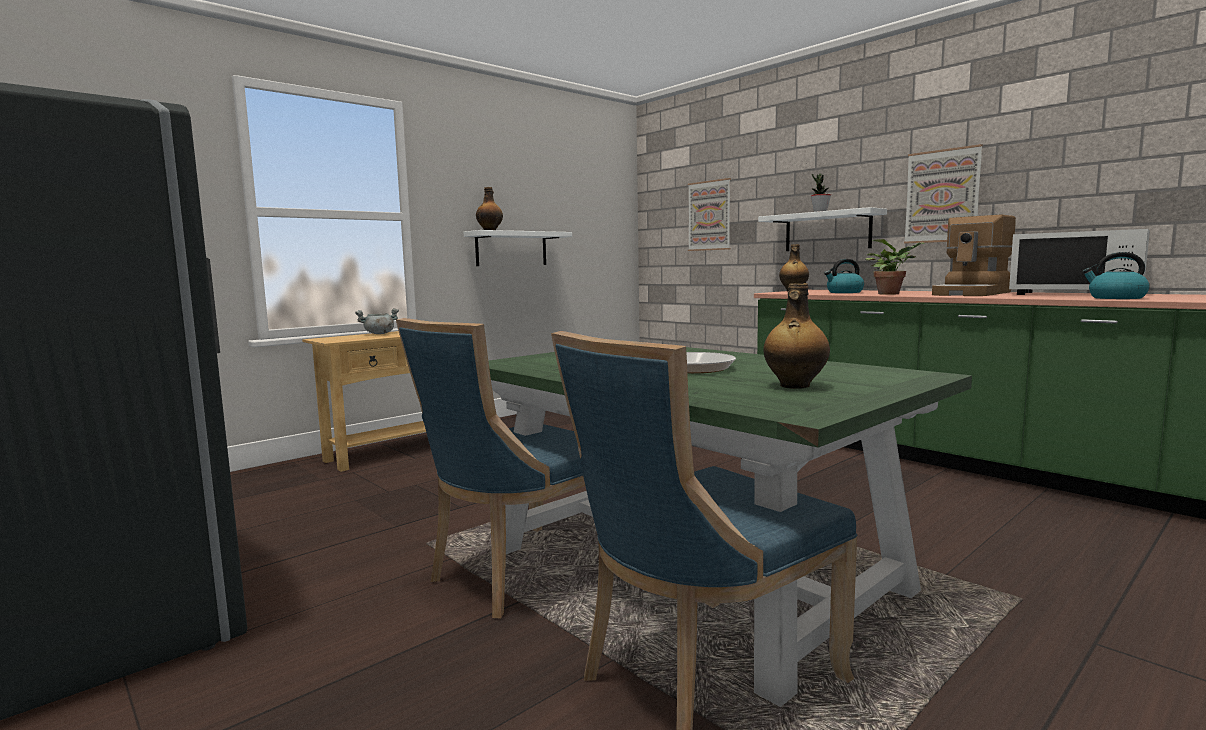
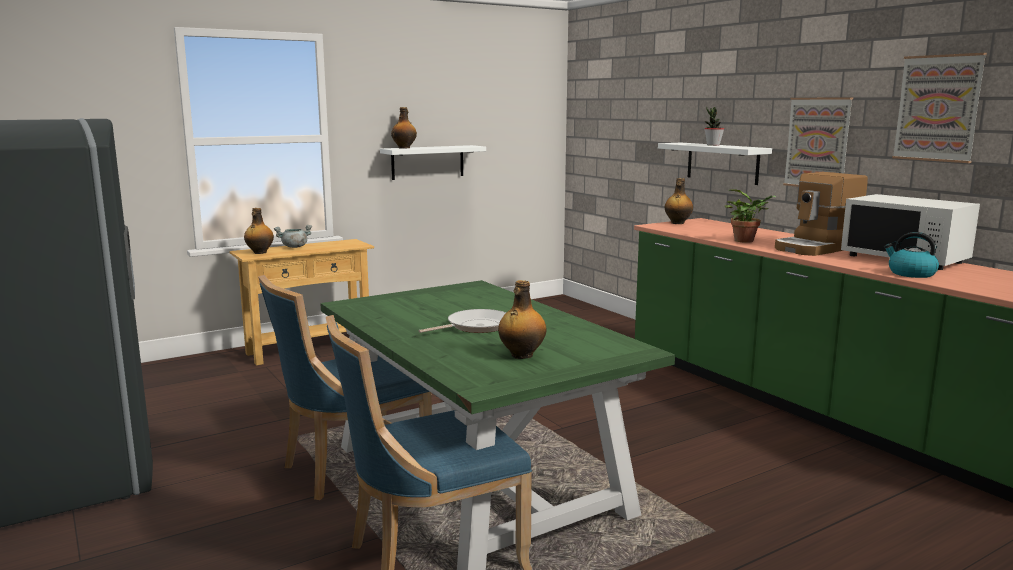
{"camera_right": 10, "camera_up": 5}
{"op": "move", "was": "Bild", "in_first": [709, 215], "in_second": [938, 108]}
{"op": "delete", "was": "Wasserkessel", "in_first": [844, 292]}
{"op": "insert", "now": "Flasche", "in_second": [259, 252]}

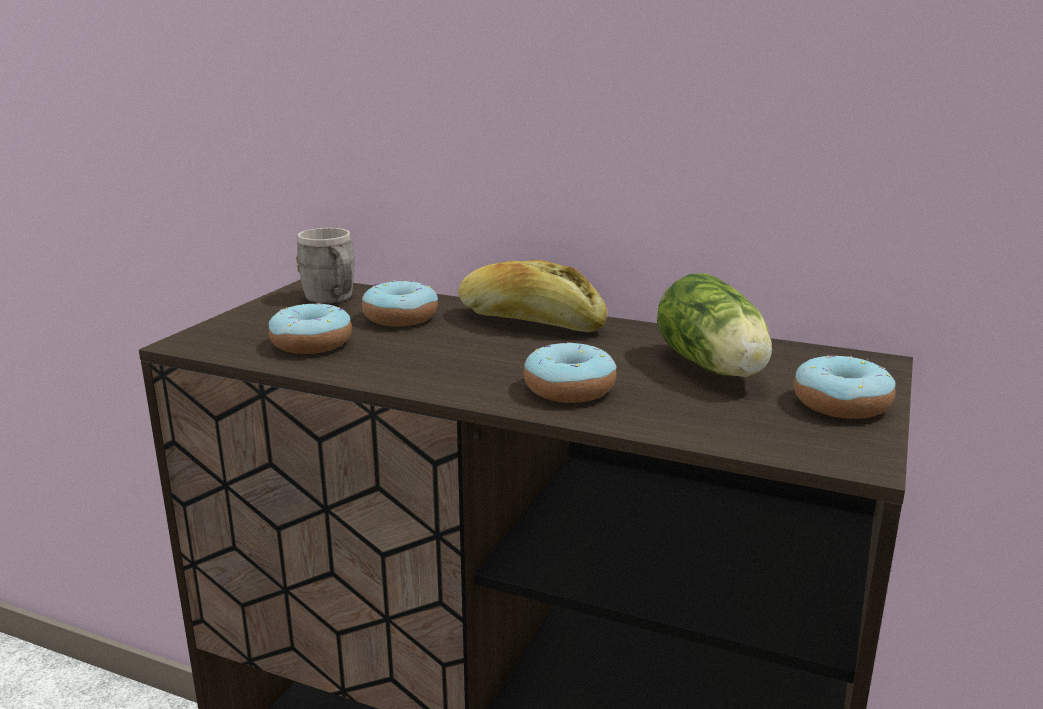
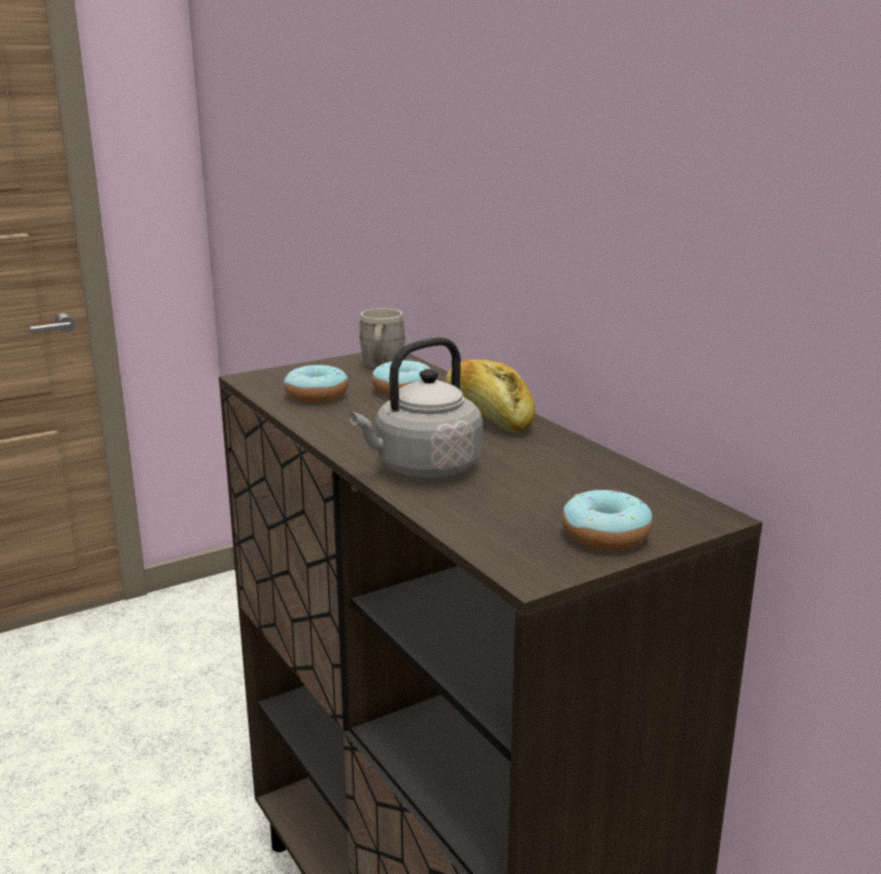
{"camera_right": 35, "camera_up": 0}
{"op": "replace", "was": "Donut", "now": "Wasserkessel (grau)", "in_first": [569, 389], "in_second": [423, 468]}
{"op": "delete", "was": "Salatkopf", "in_first": [714, 368]}

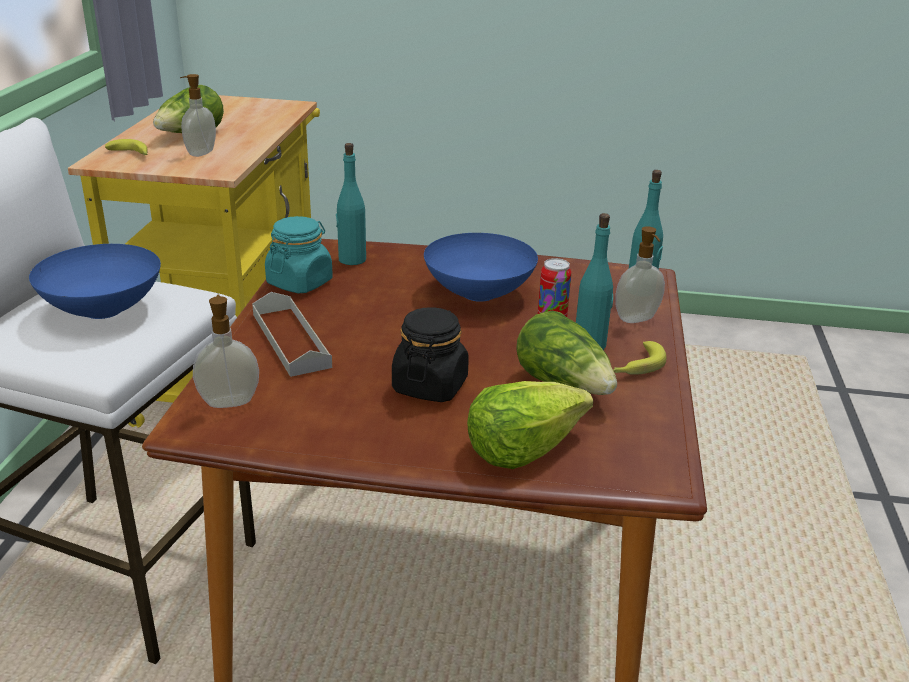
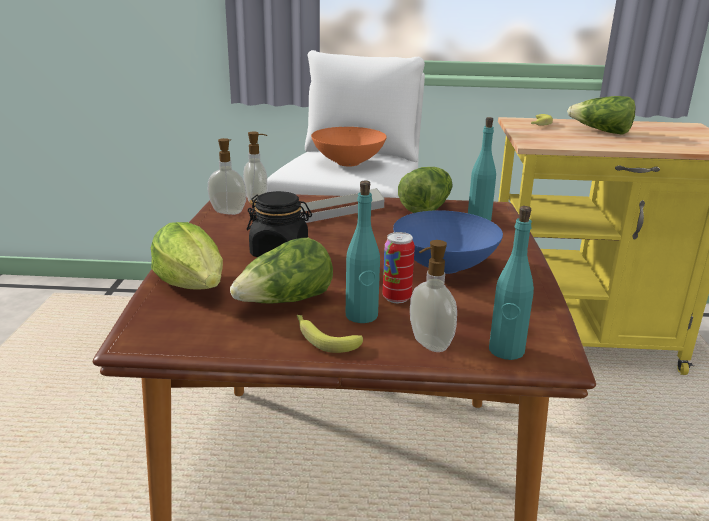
{"camera_right": 85, "camera_up": -5}
{"op": "recolor", "was": "Schüssel (blau)", "now": "Schüssel (orange)", "in_first": [102, 309], "in_second": [349, 163]}
{"op": "move", "was": "Seifenspender", "in_first": [200, 153], "in_second": [228, 211]}
{"op": "replace", "was": "Vorratsglas (türkis)", "now": "Salatkopf", "in_first": [300, 282], "in_second": [426, 207]}

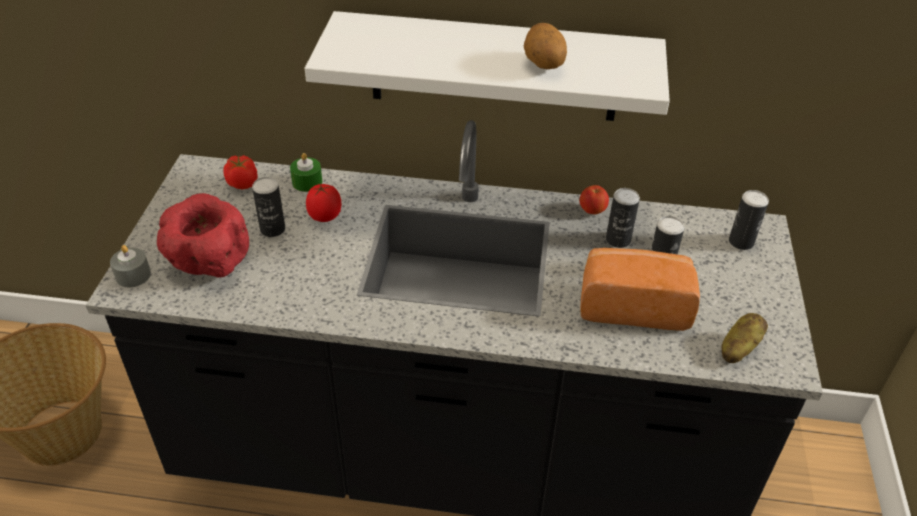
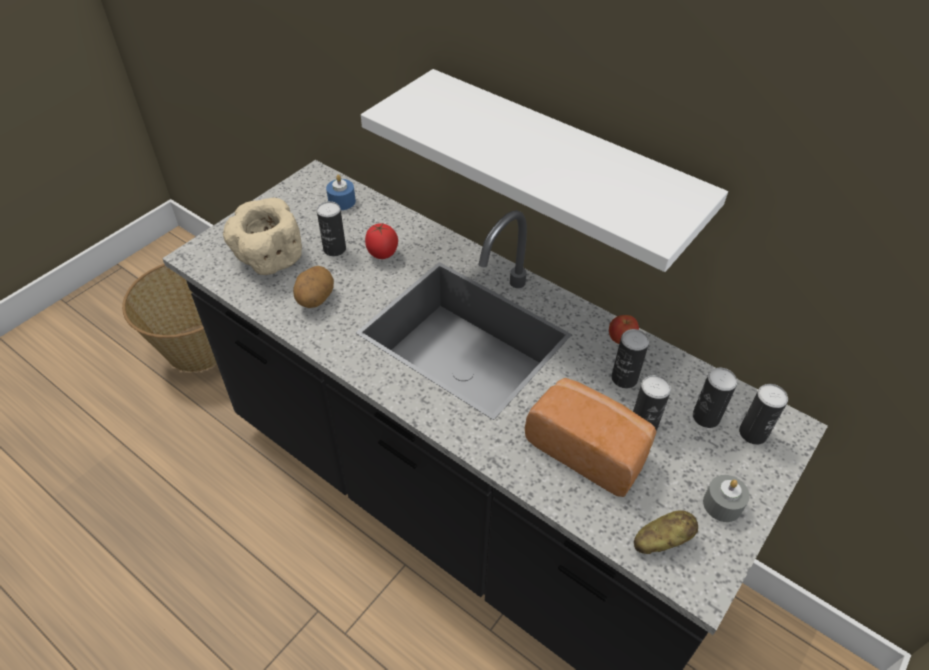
{"camera_right": 30, "camera_up": 5}
{"op": "move", "was": "Kerze (grau)", "in_first": [133, 275], "in_second": [722, 504]}
{"op": "recolor", "was": "Schüssel (rot)", "now": "Schüssel (beige)", "in_first": [208, 262], "in_second": [267, 258]}
{"op": "replace", "was": "Tomate", "now": "Kerze (blau)", "in_first": [243, 183], "in_second": [342, 201]}
{"op": "delete", "was": "Kerze (grün)", "in_first": [307, 182]}
{"op": "move", "was": "Kartoffel", "in_first": [543, 65], "in_second": [315, 299]}
{"op": "insert", "now": "Dose", "in_second": [706, 417]}

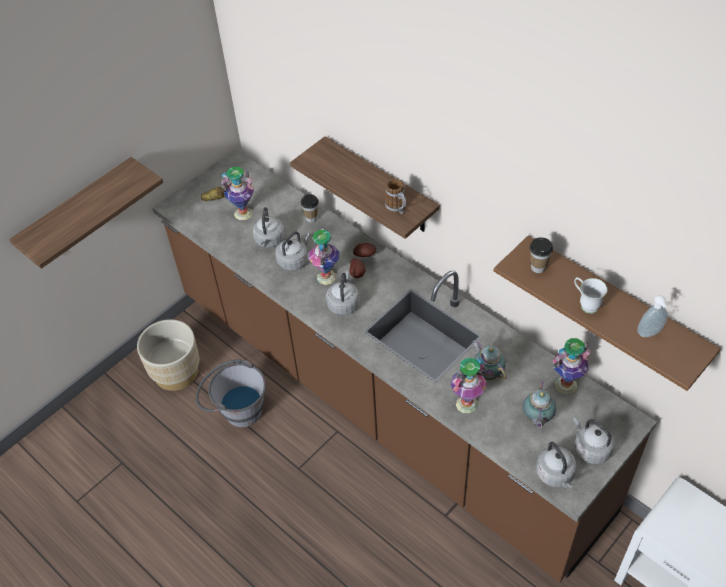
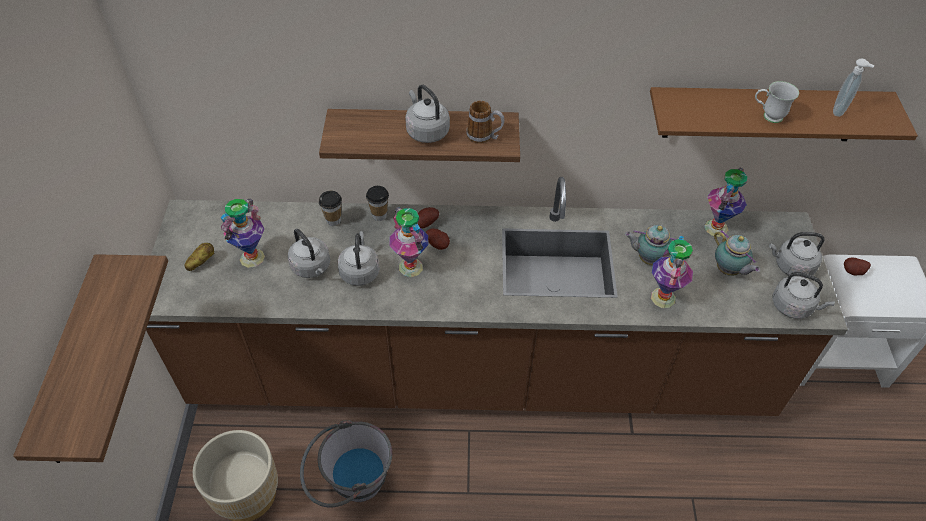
{"camera_right": -45, "camera_up": 0}
{"op": "move", "was": "Wasserkessel (grau)", "in_first": [343, 303], "in_second": [426, 131]}
{"op": "move", "was": "Tasse", "in_first": [538, 267], "in_second": [379, 215]}
{"op": "insert", "now": "Kartoffel", "in_second": [853, 272]}

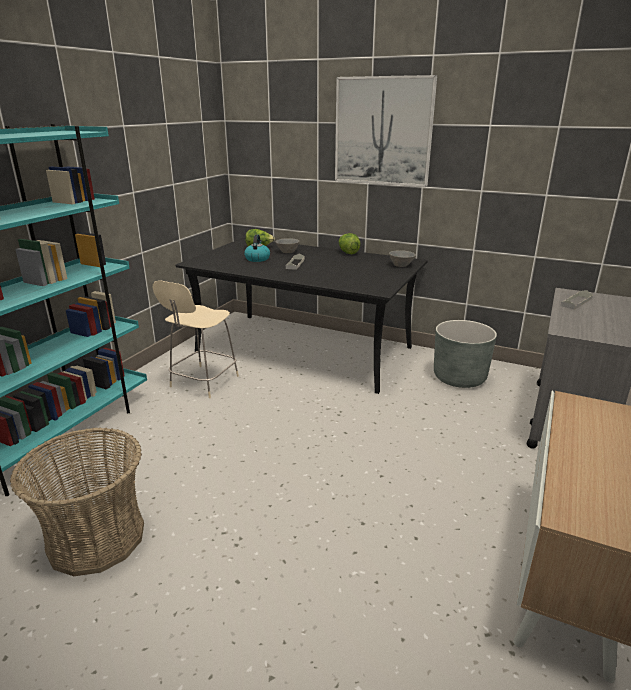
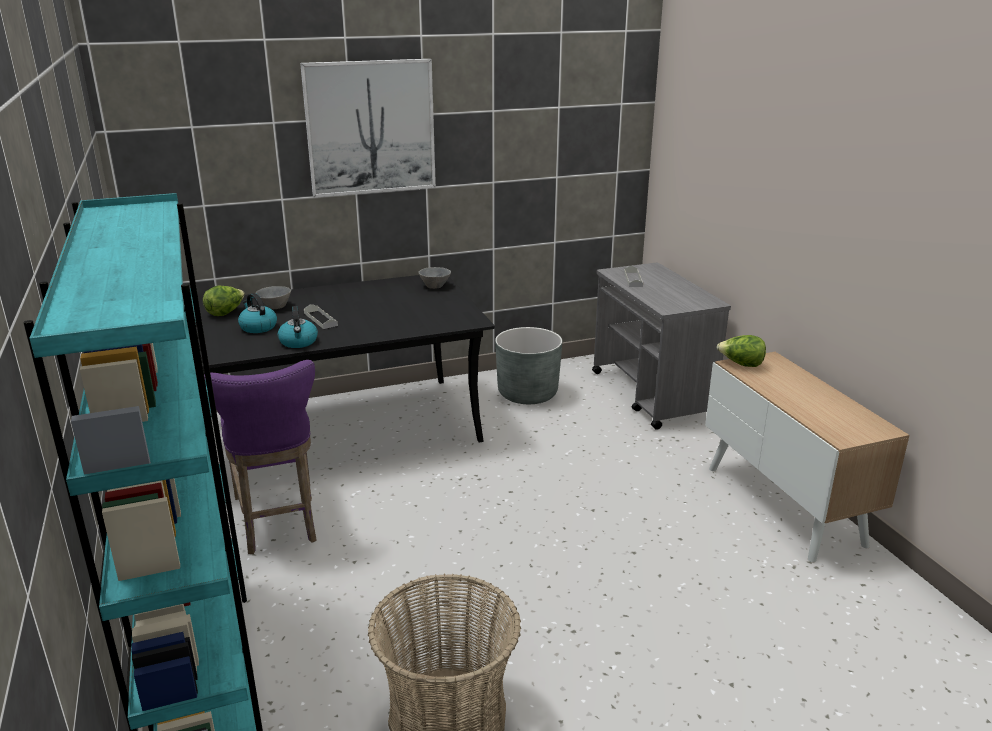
{"camera_right": -45, "camera_up": 0}
{"op": "replace", "was": "Stuhl (beige)", "now": "Hocker (lila)", "in_first": [203, 382], "in_second": [277, 521]}
{"op": "move", "was": "Salatkopf", "in_first": [348, 253], "in_second": [741, 364]}
{"op": "insert", "now": "Wasserkessel", "in_second": [299, 342]}

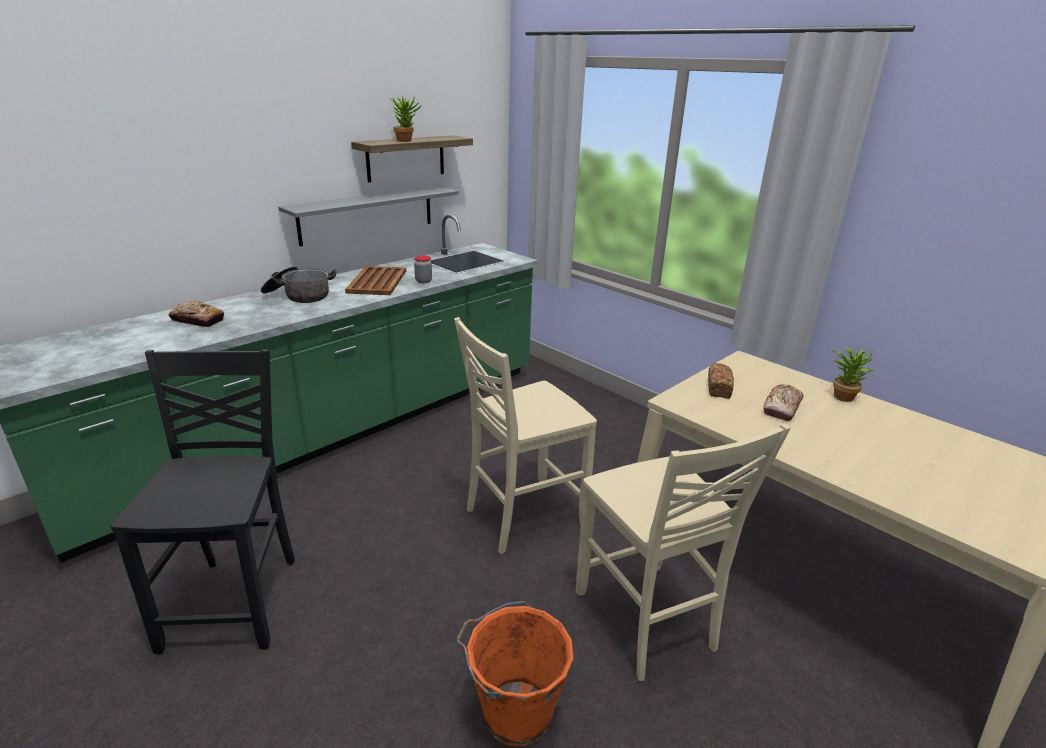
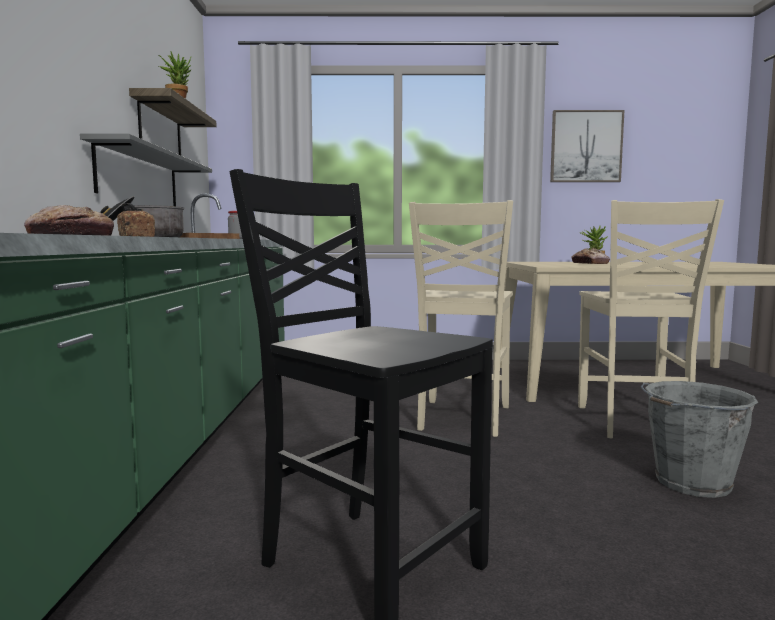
{"camera_right": -45, "camera_up": -20}
{"op": "recolor", "was": "Eimer (orange)", "now": "Eimer (grau)", "in_first": [514, 711], "in_second": [690, 483]}
{"op": "rotate", "was": "Stuhl (beige)", "in_first": [646, 621], "in_second": [633, 423], "clockwise": 75}
{"op": "move", "was": "Brot", "in_first": [718, 389], "in_second": [136, 237]}
{"op": "insert", "now": "Bild", "in_second": [586, 147]}

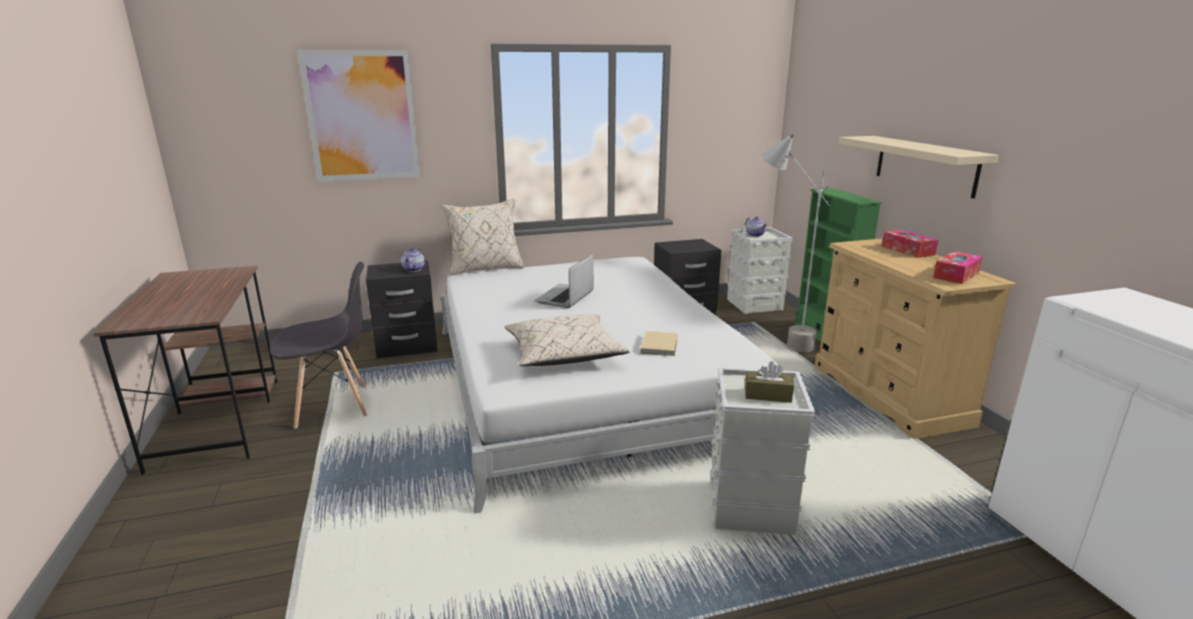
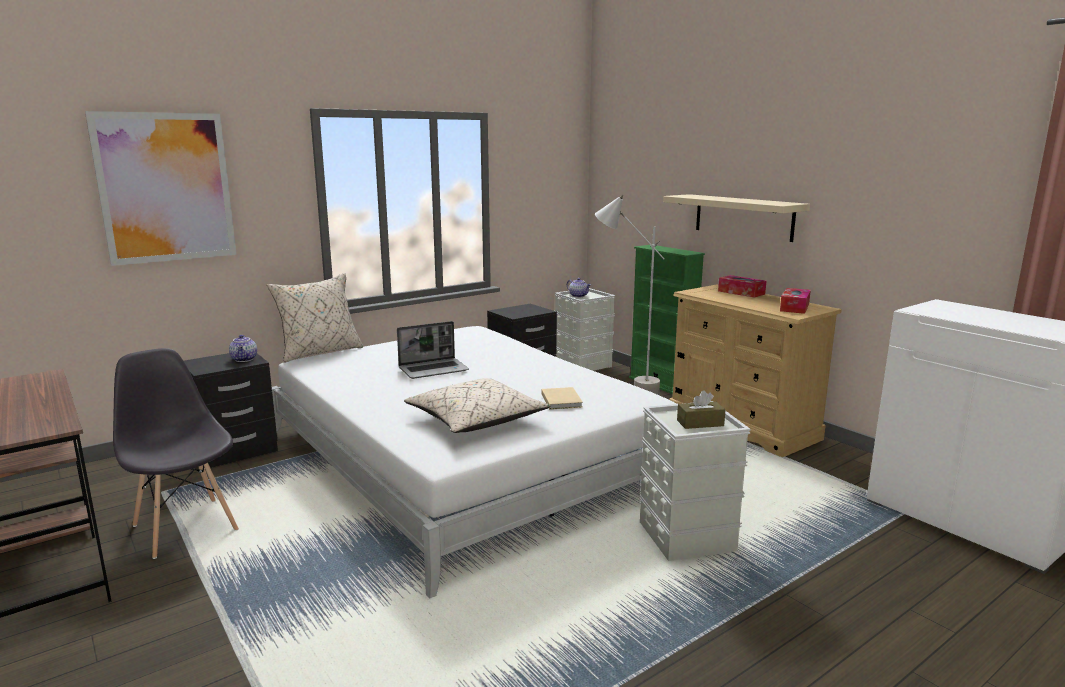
{"camera_right": -20, "camera_up": -5}
{"op": "rotate", "was": "Stuhl (grau)", "in_first": [333, 406], "in_second": [185, 527], "clockwise": -90}
{"op": "rotate", "was": "Laptop", "in_first": [565, 297], "in_second": [434, 369], "clockwise": -120}

